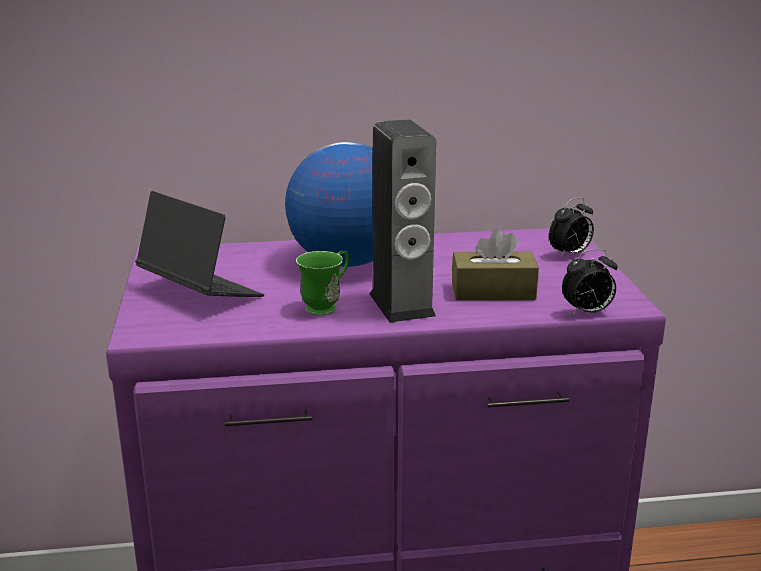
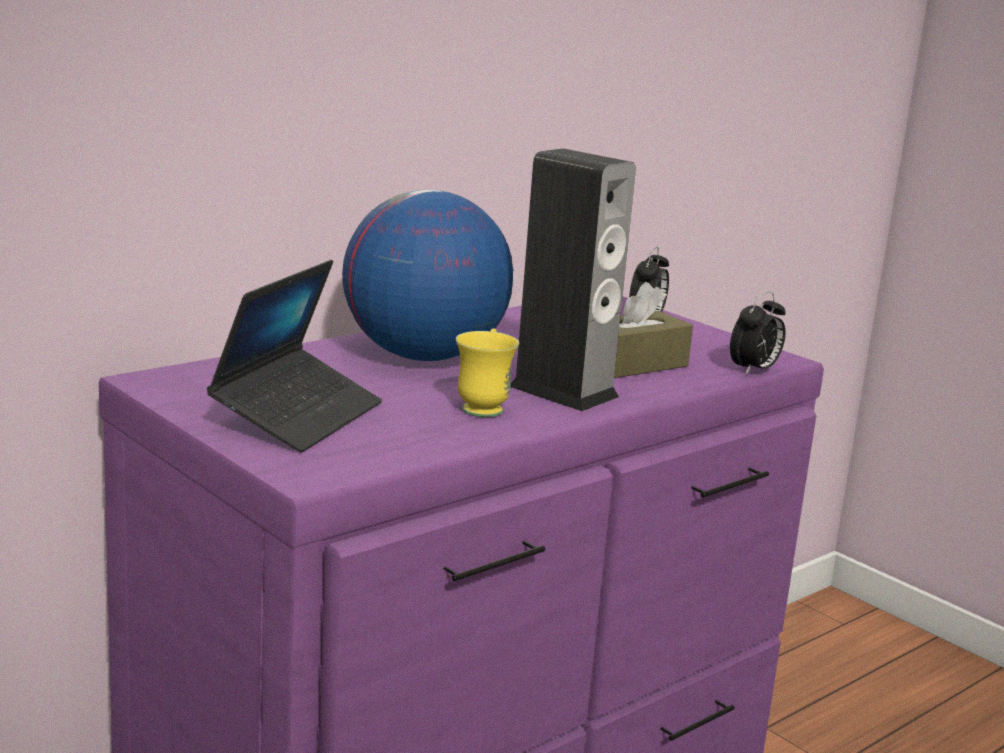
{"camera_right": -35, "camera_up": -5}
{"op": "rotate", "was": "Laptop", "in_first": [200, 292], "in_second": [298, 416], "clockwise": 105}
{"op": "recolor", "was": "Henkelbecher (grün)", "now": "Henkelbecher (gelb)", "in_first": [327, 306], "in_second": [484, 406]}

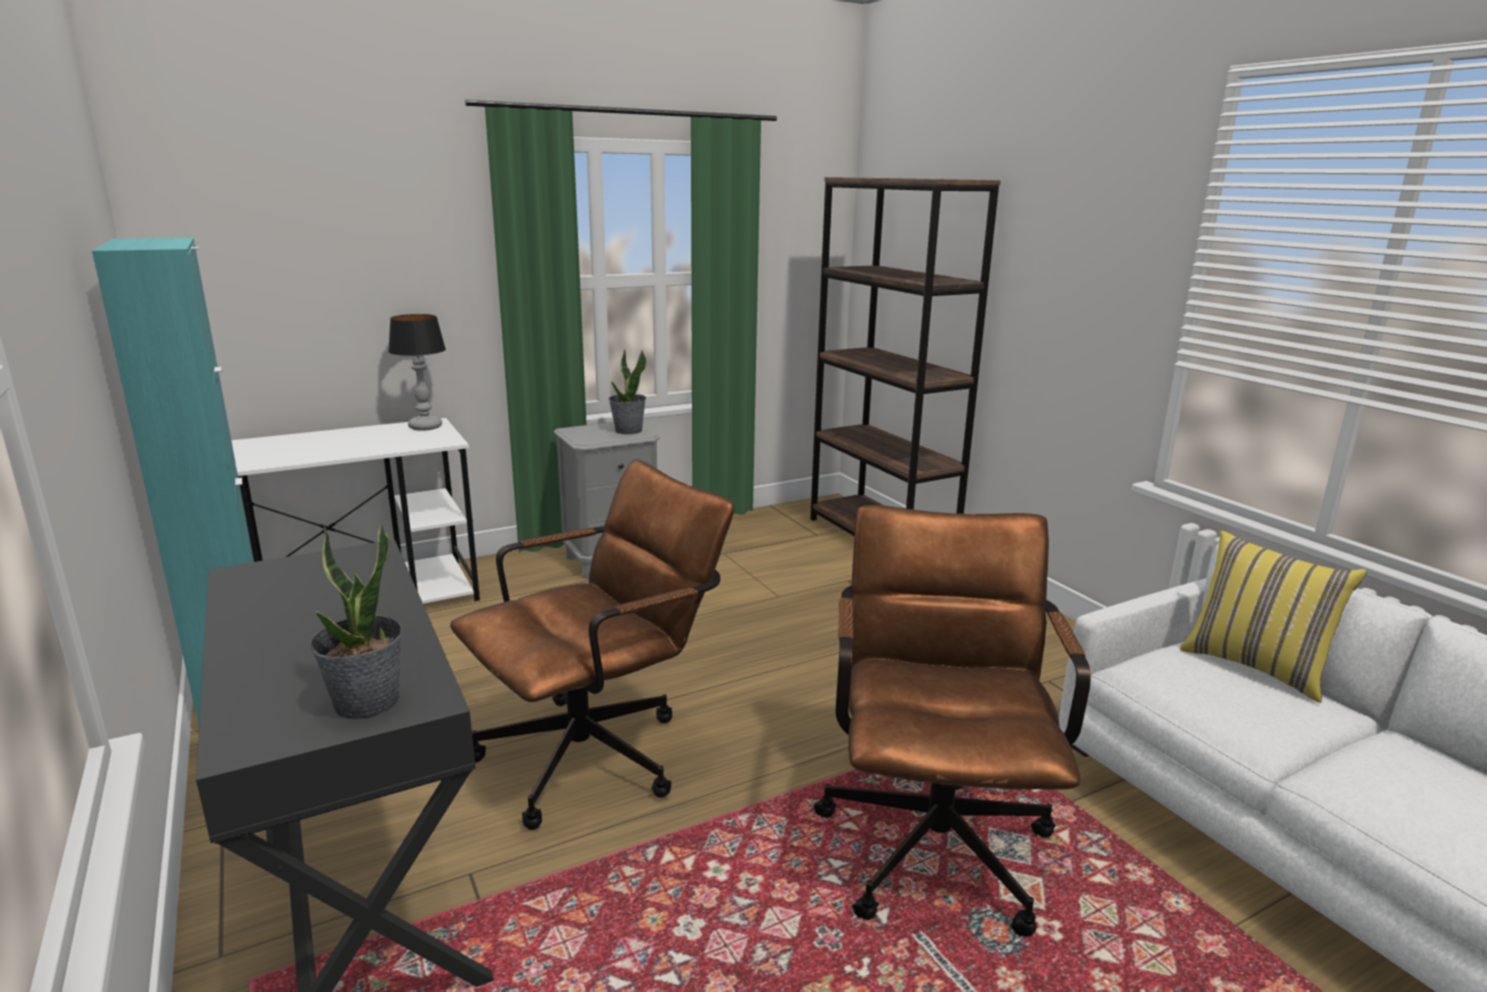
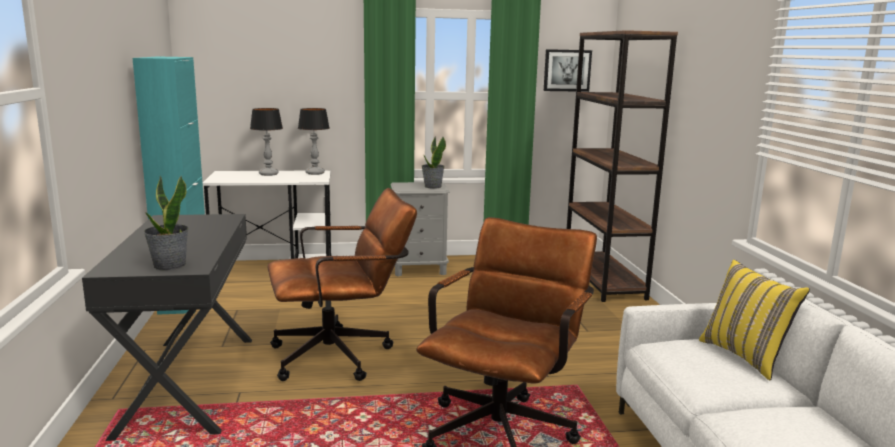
{"camera_right": 20, "camera_up": -5}
{"op": "insert", "now": "Tischlampe", "in_second": [268, 174]}
{"op": "insert", "now": "Bild", "in_second": [567, 70]}

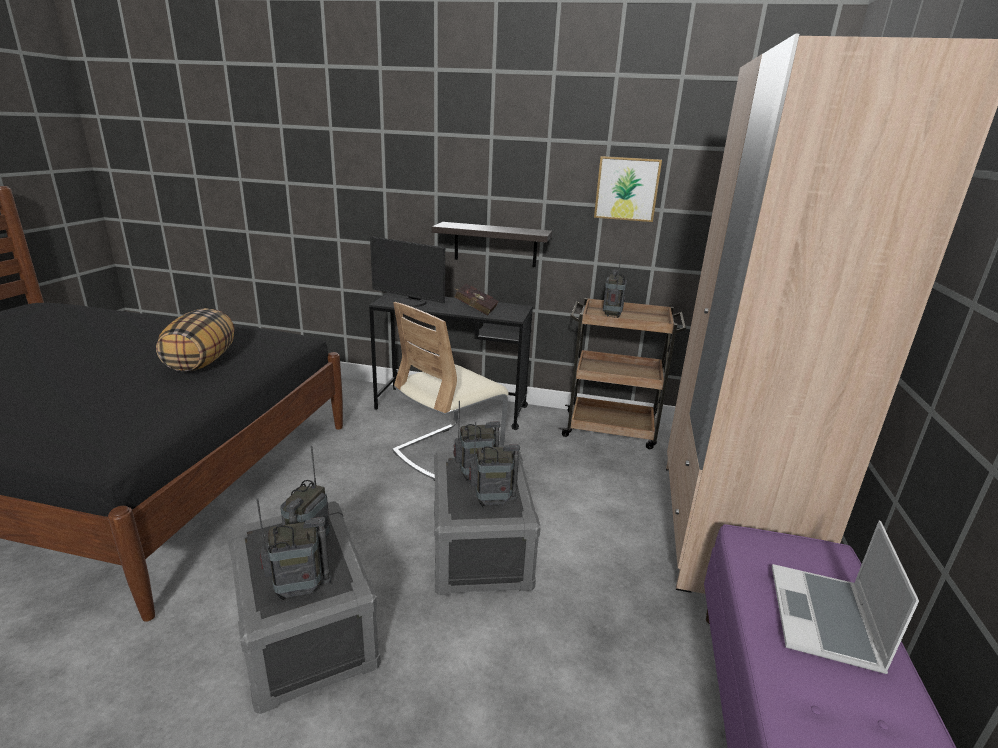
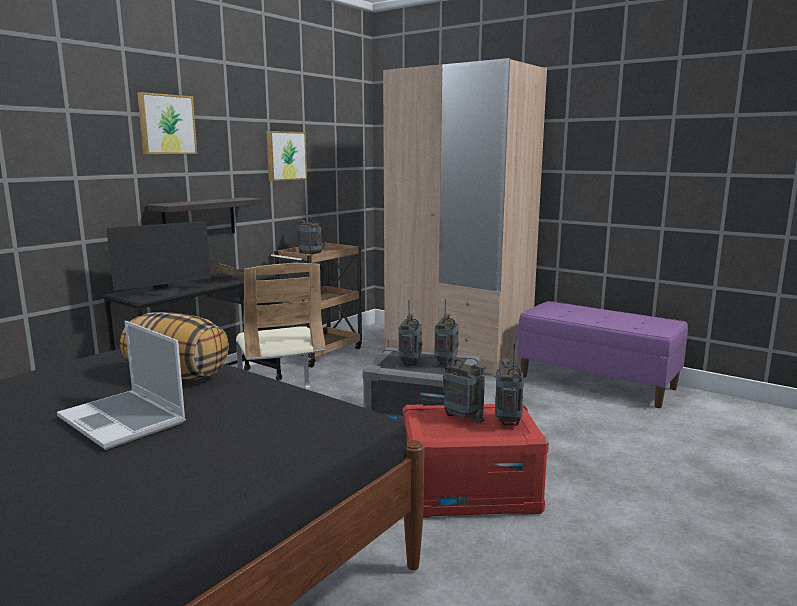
{"camera_right": -65, "camera_up": -10}
{"op": "recolor", "was": "Aufbewahrungsbox (grau)", "now": "Aufbewahrungsbox (rot)", "in_first": [307, 630], "in_second": [469, 491]}
{"op": "move", "was": "Laptop", "in_first": [825, 620], "in_second": [124, 421]}
{"op": "insert", "now": "Bild", "in_second": [166, 124]}

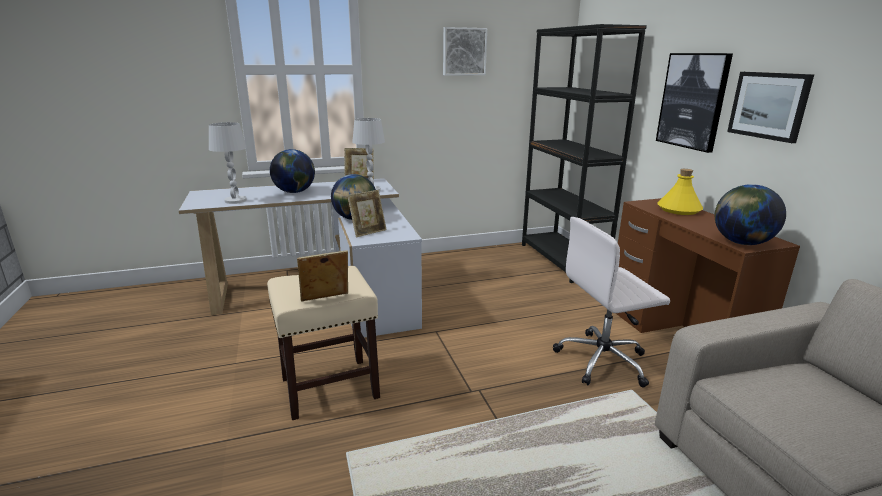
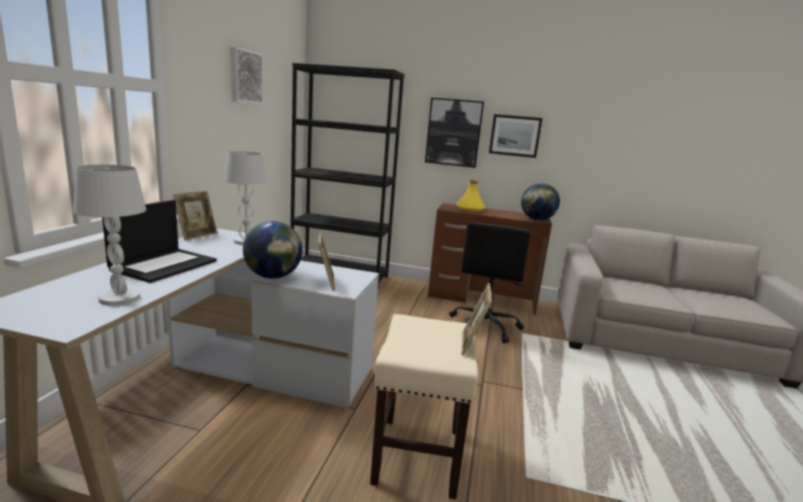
{"camera_right": -60, "camera_up": -5}
{"op": "replace", "was": "Globus", "now": "Laptop", "in_first": [295, 192], "in_second": [164, 265]}
{"op": "recolor", "was": "Bürostuhl (weiß)", "now": "Bürostuhl (schwarz)", "in_first": [603, 361], "in_second": [485, 326]}

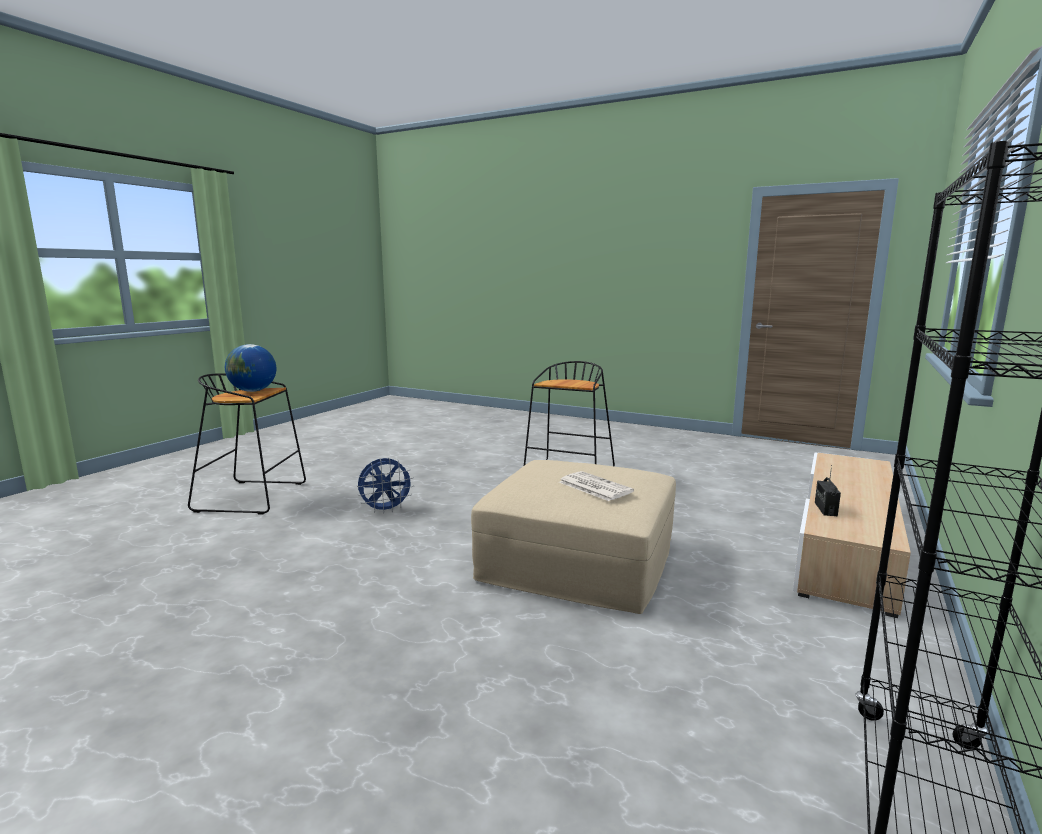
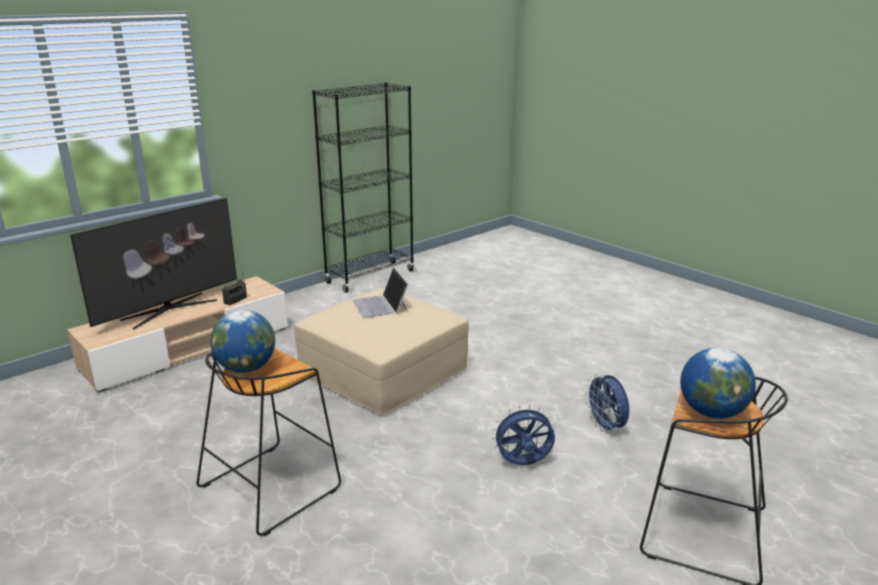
{"camera_right": -160, "camera_up": 10}
{"op": "replace", "was": "Zeitung", "now": "Laptop", "in_first": [593, 487], "in_second": [380, 305]}
{"op": "insert", "now": "Fernseher", "in_second": [169, 310]}
{"op": "insert", "now": "Globus", "in_second": [246, 368]}
{"op": "insert", "now": "Ventilator (blau)", "in_second": [606, 427]}

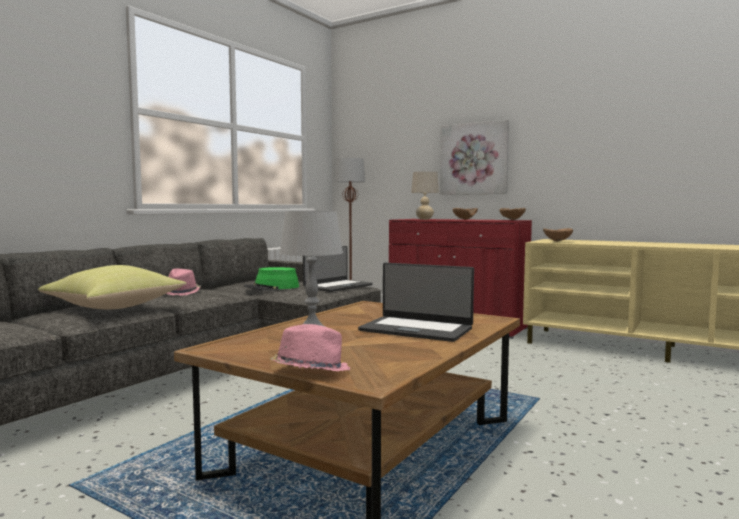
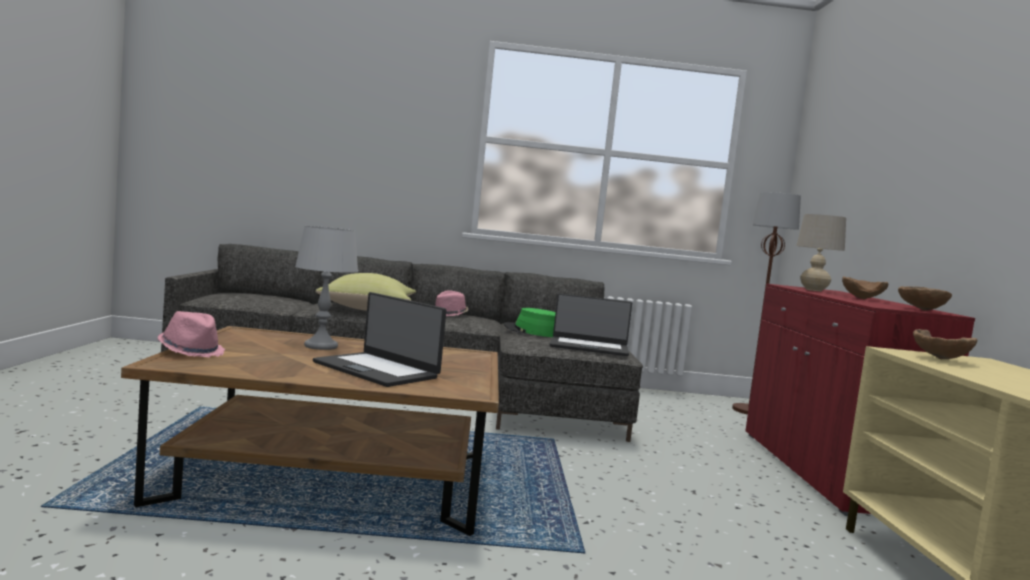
{"camera_right": 55, "camera_up": 0}
{"op": "rotate", "was": "Laptop", "in_first": [416, 329], "in_second": [377, 370], "clockwise": -45}
{"op": "delete", "was": "Bild", "in_first": [474, 159]}

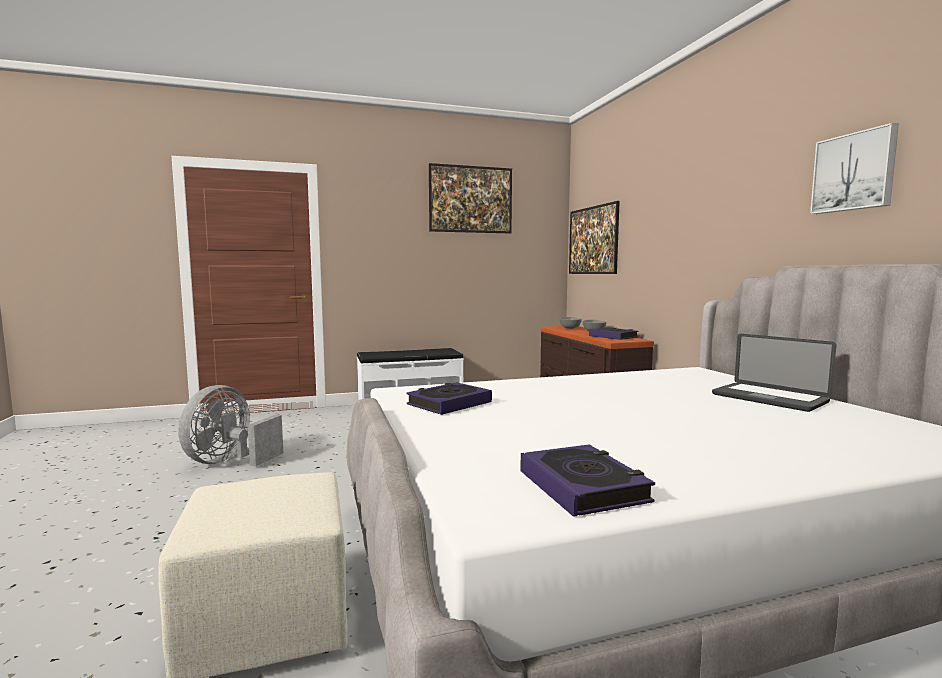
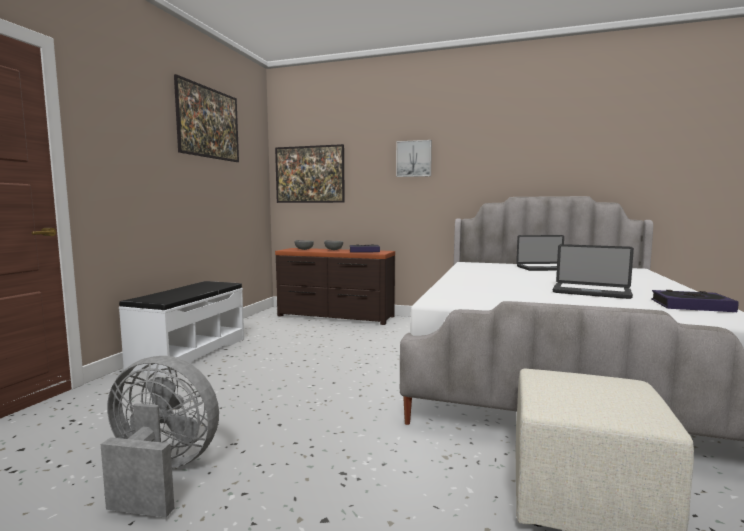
{"camera_right": -55, "camera_up": 0}
{"op": "rotate", "was": "Ventilator (grau)", "in_first": [229, 461], "in_second": [160, 474], "clockwise": 135}
{"op": "delete", "was": "Buch", "in_first": [449, 404]}
{"op": "move", "was": "Bild", "in_first": [854, 172], "in_second": [414, 159]}
{"op": "insert", "now": "Laptop", "in_second": [591, 292]}

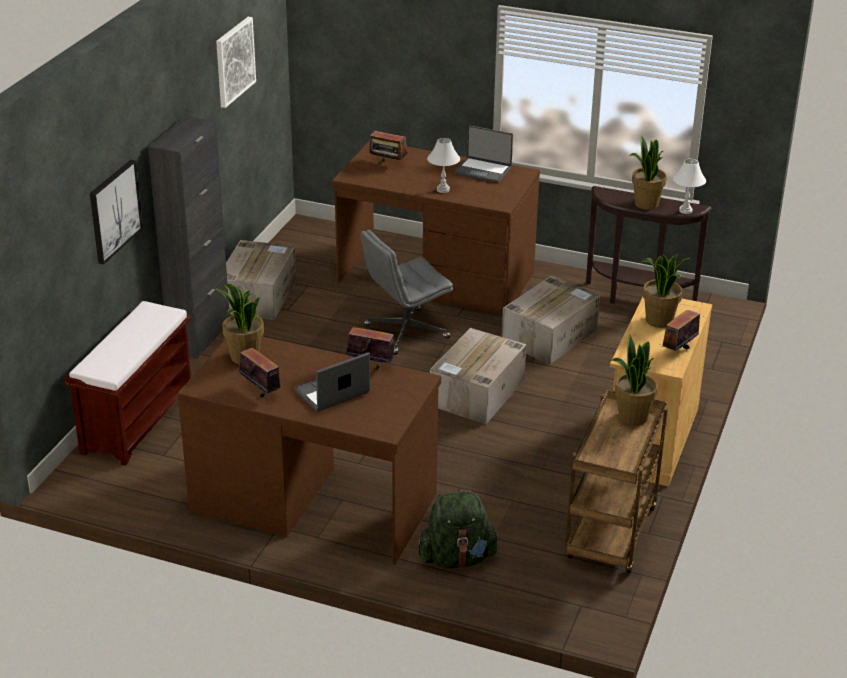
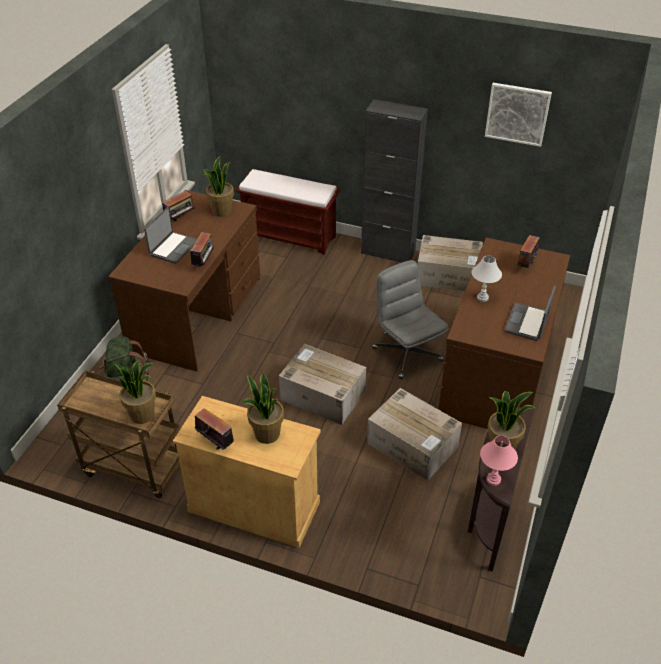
{"camera_right": 90, "camera_up": 10}
{"op": "delete", "was": "Bild", "in_first": [114, 211]}
{"op": "rotate", "was": "Laptop", "in_first": [333, 393], "in_second": [173, 248], "clockwise": 60}
{"op": "recolor", "was": "Tischlampe (weiß)", "now": "Tischlampe (rosa)", "in_first": [685, 210], "in_second": [493, 479]}

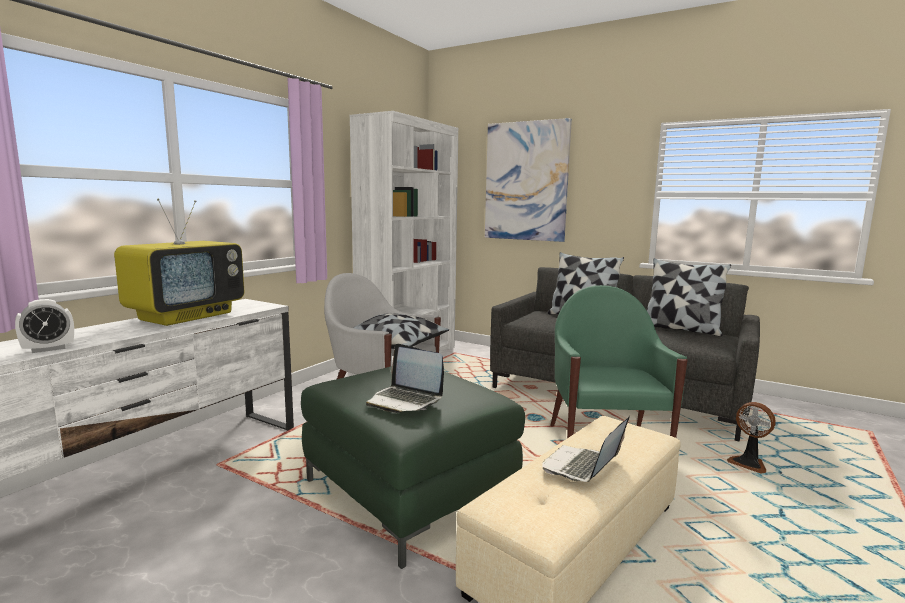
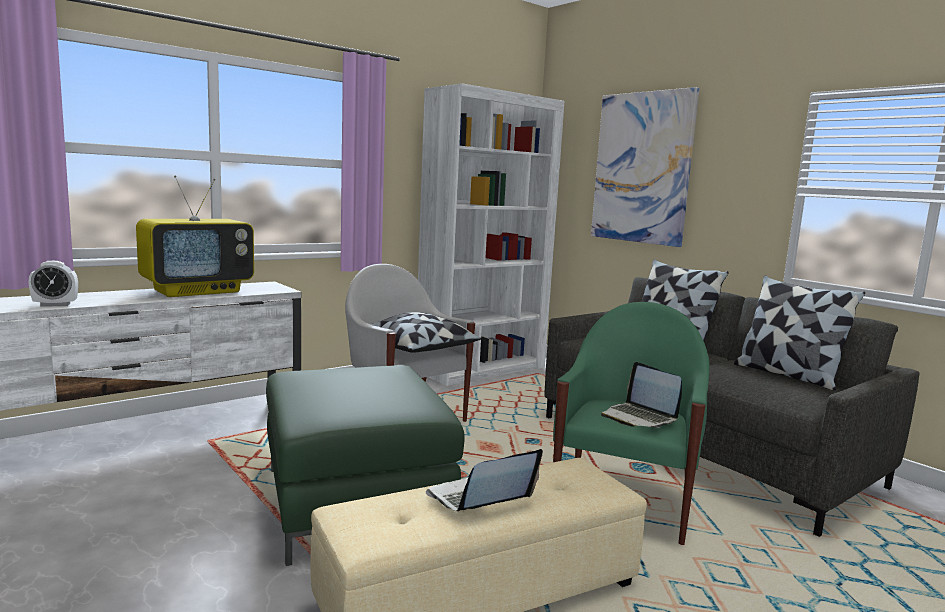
{"camera_right": 20, "camera_up": 0}
{"op": "move", "was": "Laptop", "in_first": [405, 400], "in_second": [639, 417]}
{"op": "delete", "was": "Ventilator", "in_first": [748, 463]}

